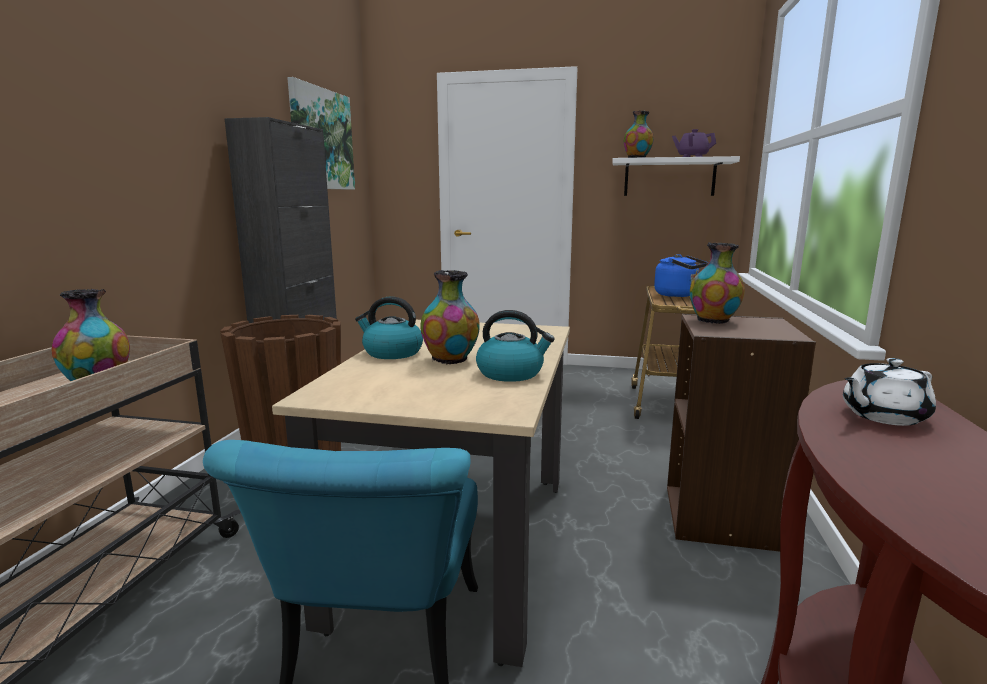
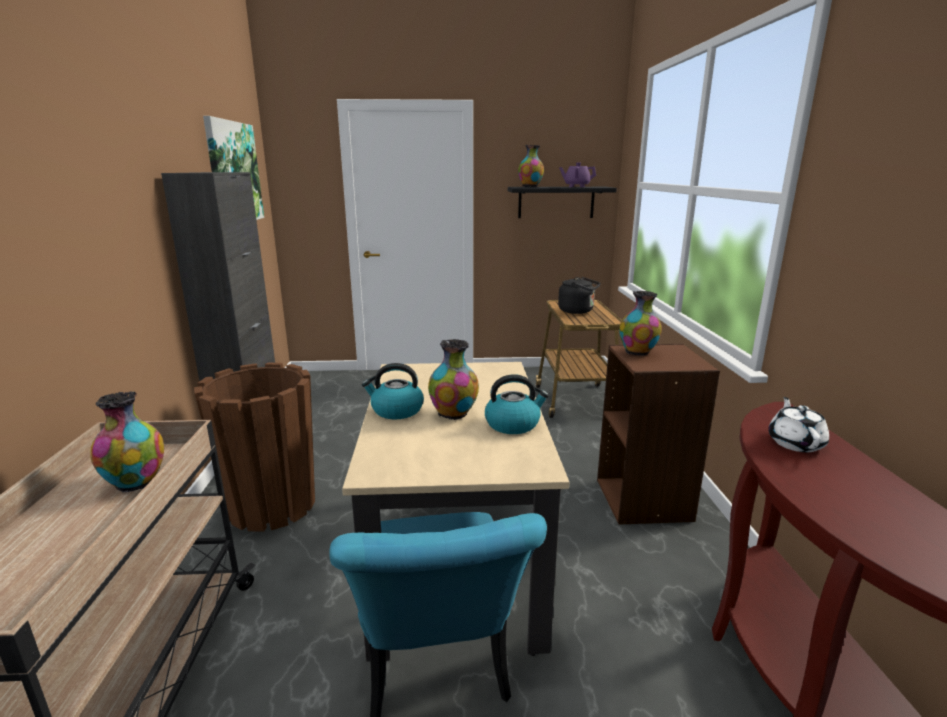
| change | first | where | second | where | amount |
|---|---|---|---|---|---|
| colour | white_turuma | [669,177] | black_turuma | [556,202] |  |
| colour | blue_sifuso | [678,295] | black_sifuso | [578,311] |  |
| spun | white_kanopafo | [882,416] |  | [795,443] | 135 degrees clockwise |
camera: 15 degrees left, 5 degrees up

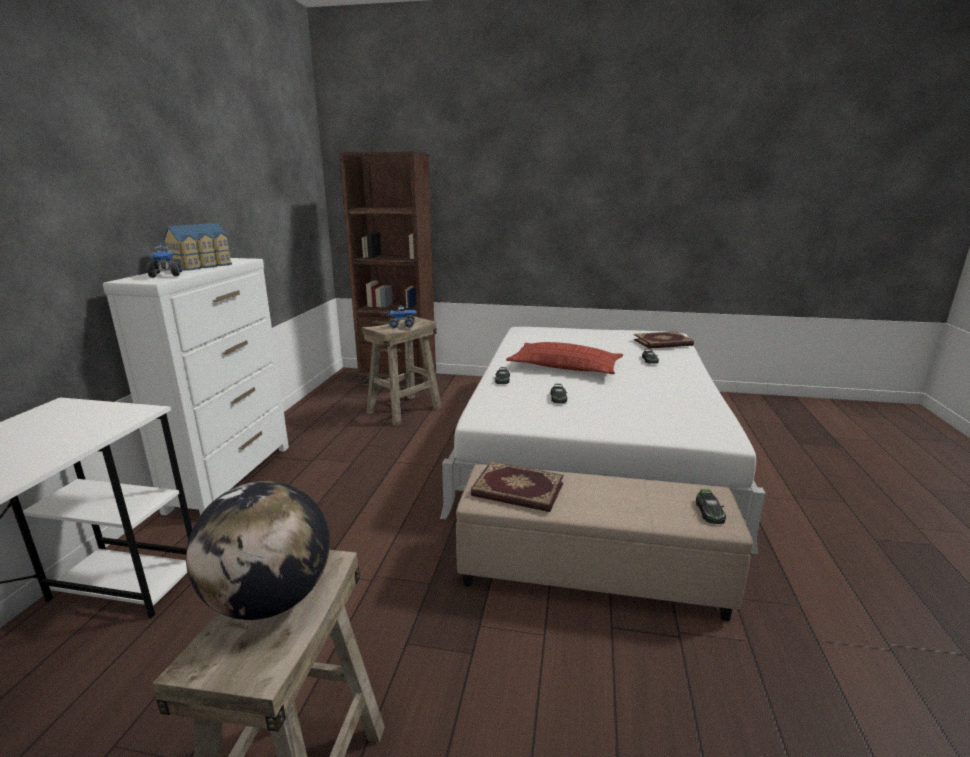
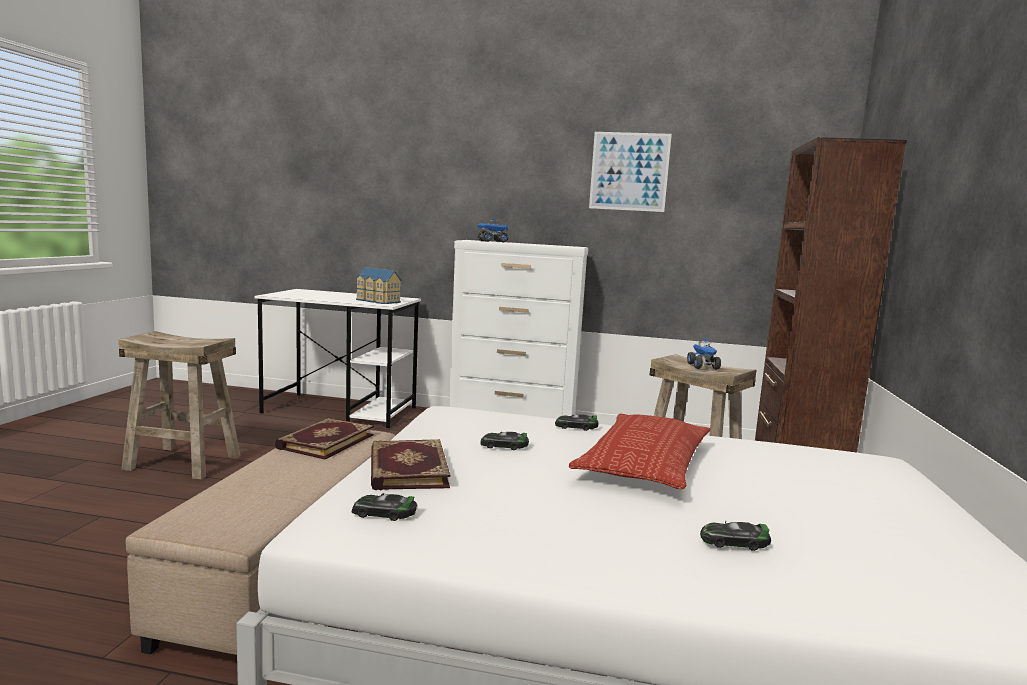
| change | first | where | second | where | amount |
|---|---|---|---|---|---|
| relocated | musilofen | [709,511] |  | [384,513] |  |
| relocated | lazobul | [203,266] |  | [377,301] |  |
| relocated | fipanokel | [663,343] |  | [406,469] |  |
| appeared |  |  | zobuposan | [629,171] |  |
| missing | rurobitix | [270,600] |  |  |  |
camera: 90 degrees right, 10 degrees down

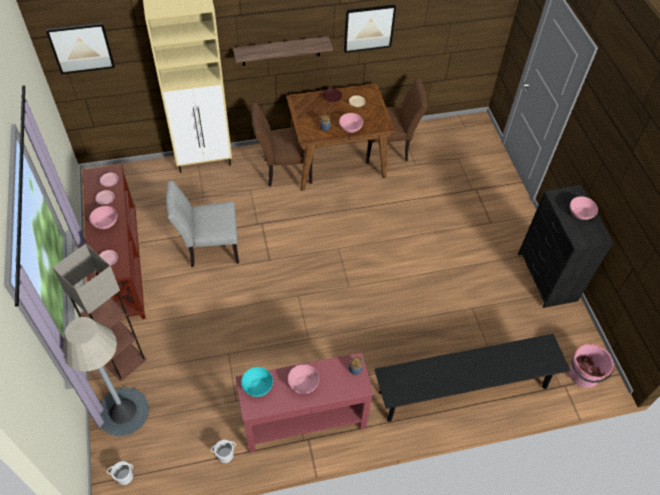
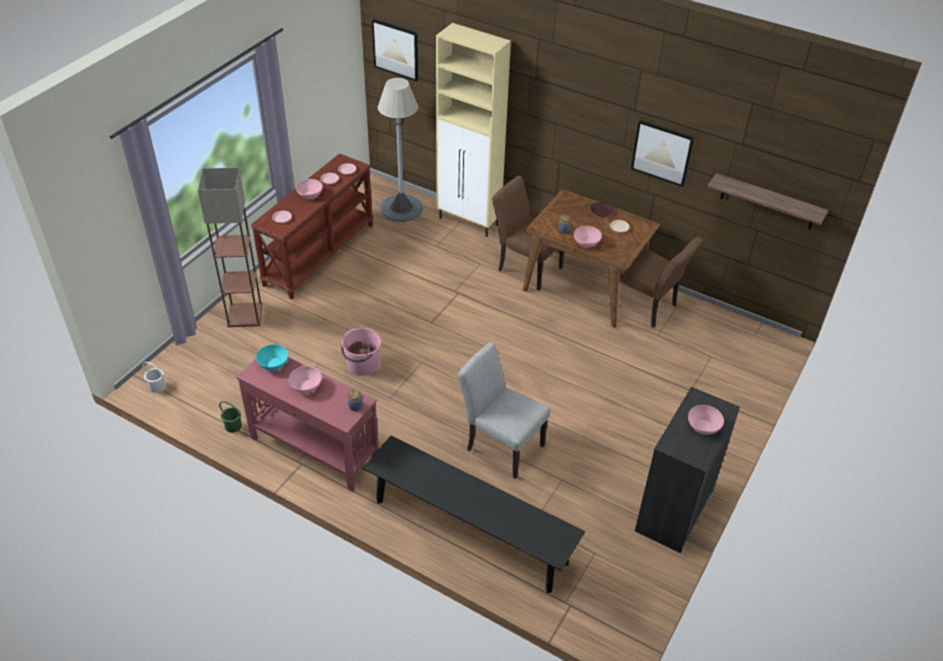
| change | first | where | second | where | amount |
|---|---|---|---|---|---|
| colour | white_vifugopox | [225,454] | green_vifugopox | [233,426] |  |
| relocated | pink_vifugopox | [583,375] |  | [362,365] |  |
| relocated | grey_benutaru | [123,412] |  | [401,208] |  |
| relocated | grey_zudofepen | [209,249] |  | [500,444] |  |
| relocated | turuma | [281,51] |  | [768,202] |  |
camera: 45 degrees right, 10 degrees down

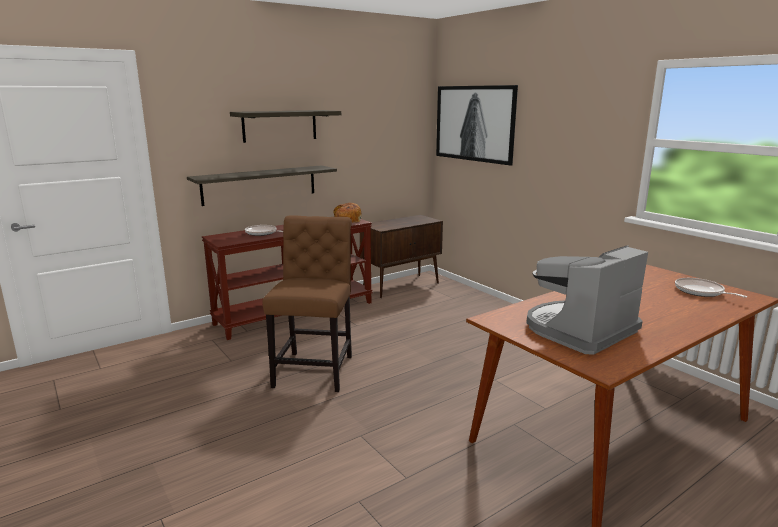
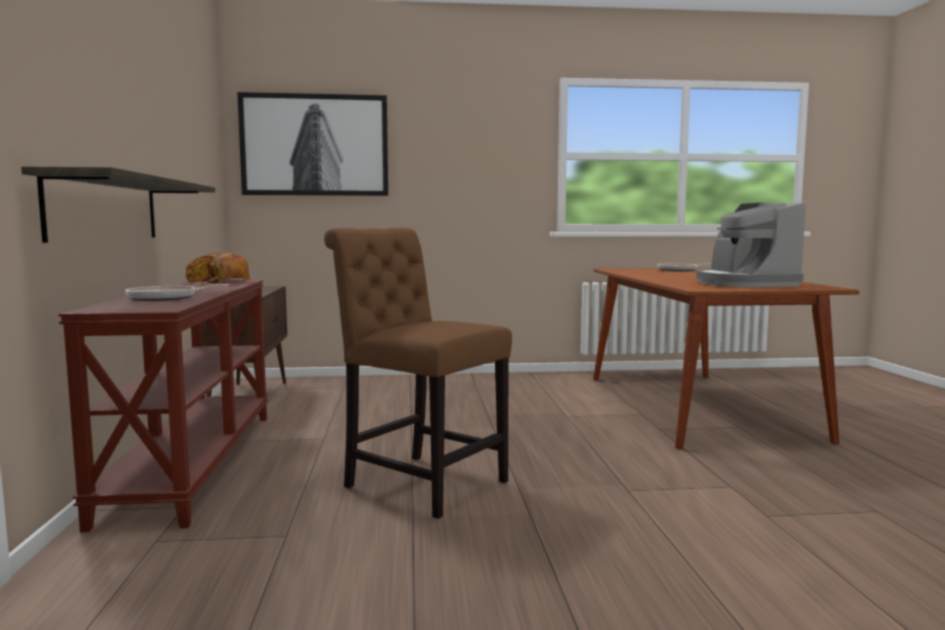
| change | first | where | second | where | amount |
|---|---|---|---|---|---|
| missing | turuma | [280,125] |  |  |  |
camera: 60 degrees left, 10 degrees down

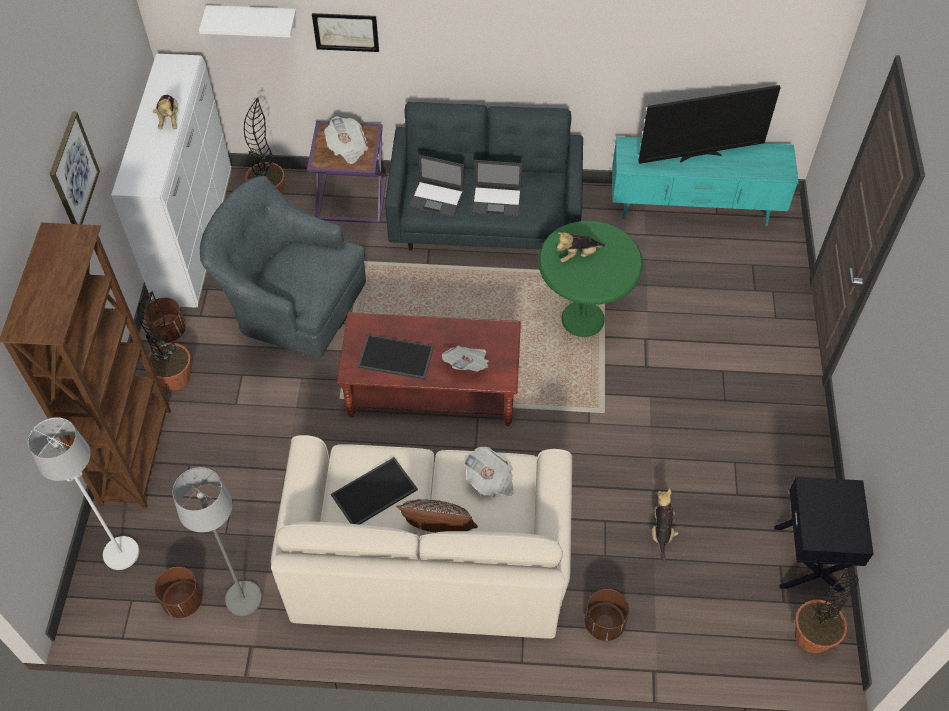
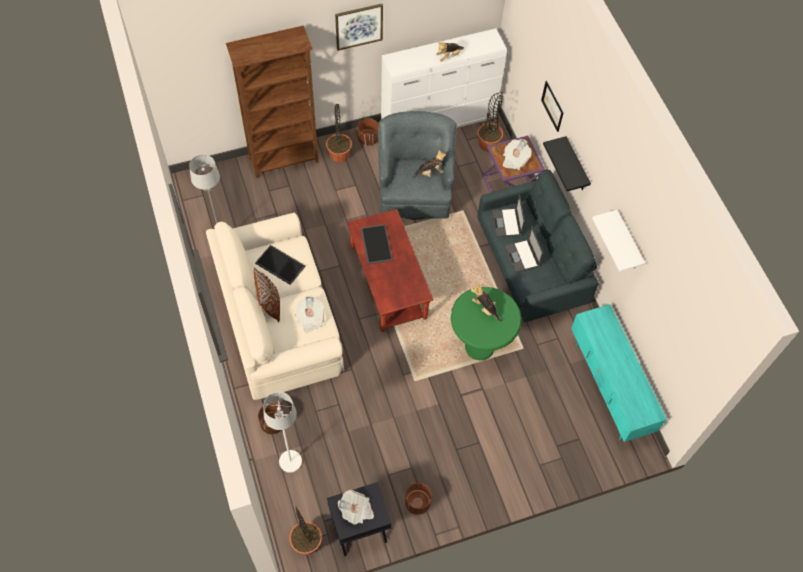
| change | first | where | second | where | amount |
|---|---|---|---|---|---|
| relocated | white_benutaru | [121,554] |  | [290,461] |  |
| relocated | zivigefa | [467,365] |  | [356,510] |  |
| relocated | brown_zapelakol | [183,601] |  | [417,502] |  |
| relocated | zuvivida | [661,531] |  | [430,172] |  |
| appeared |  |  | black_turuma | [576,166] |  |
| relocated | white_turuma | [253,20] |  | [628,242] |  |
| missing | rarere | [699,155] |  |  |  |
camera: 65 degrees right, 5 degrees up

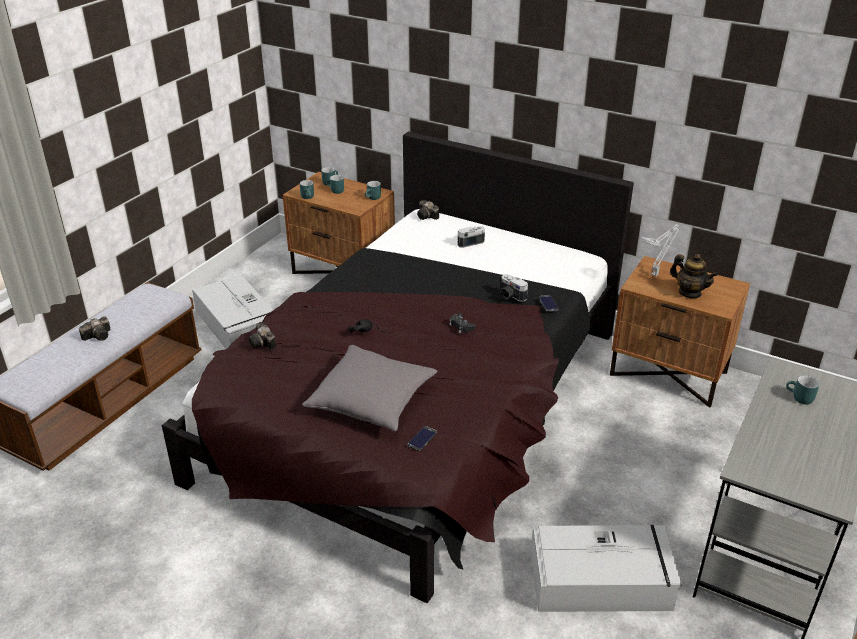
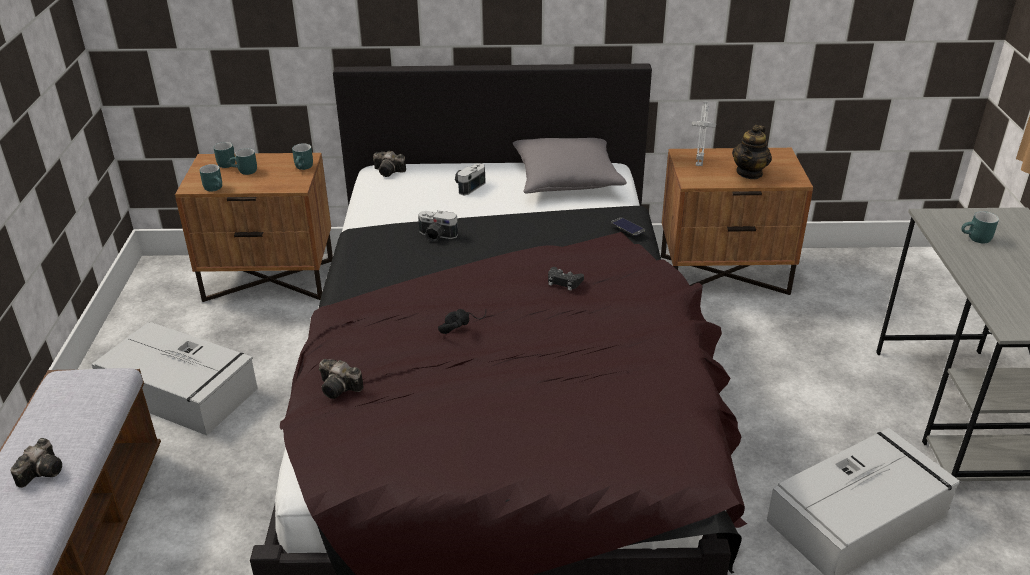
| change | first | where | second | where | amount |
|---|---|---|---|---|---|
| relocated | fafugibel | [510,296] |  | [436,236] |  |
| relocated | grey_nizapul | [372,401] |  | [566,179] |  |
| spun | kanopafo | [689,293] |  | [749,173] | 105 degrees clockwise |
| missing | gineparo | [422,439] |  |  |  |
camera: 30 degrees left, 0 degrees up

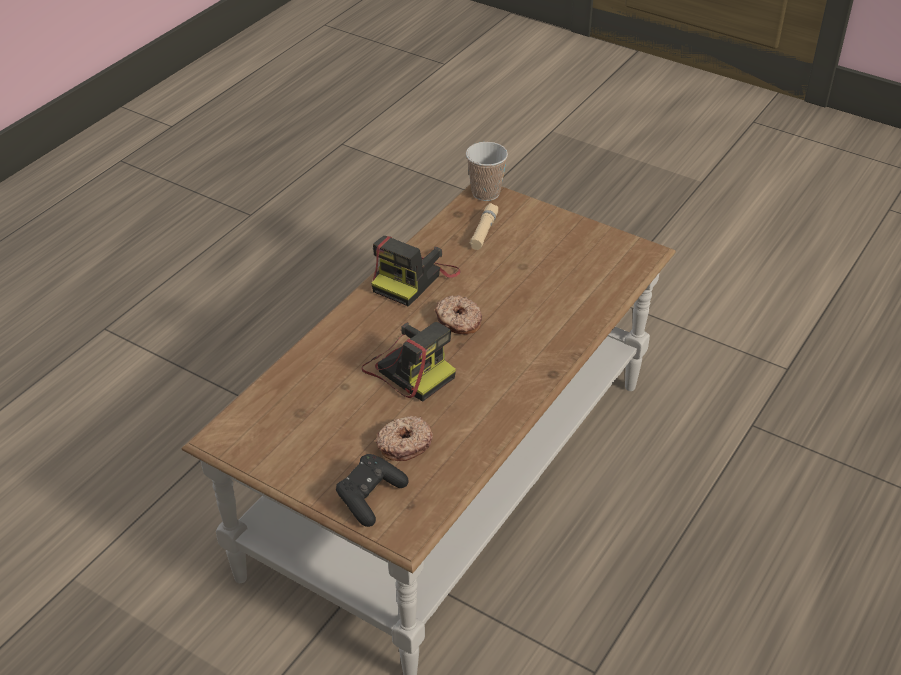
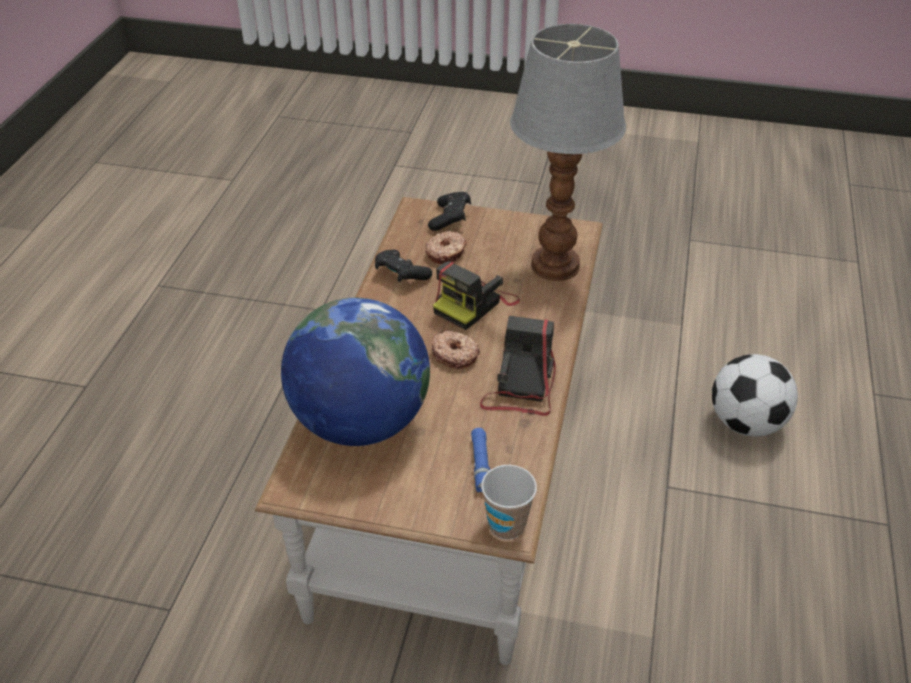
| change | first | where | second | where | amount |
|---|---|---|---|---|---|
| appeared |  |  | rurobitix | [360,422] |  |
| appeared |  |  | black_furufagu | [401,275] |  |
| spun | fafugibel | [408,369] |  | [474,304] | 75 degrees counterclockwise |
| colour | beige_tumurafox | [484,231] | blue_tumurafox | [481,465] |  |
| appeared |  |  | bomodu | [557,265] |  |
| appeared |  |  | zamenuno | [746,423] |  |
camera: 160 degrees right, 0 degrees up

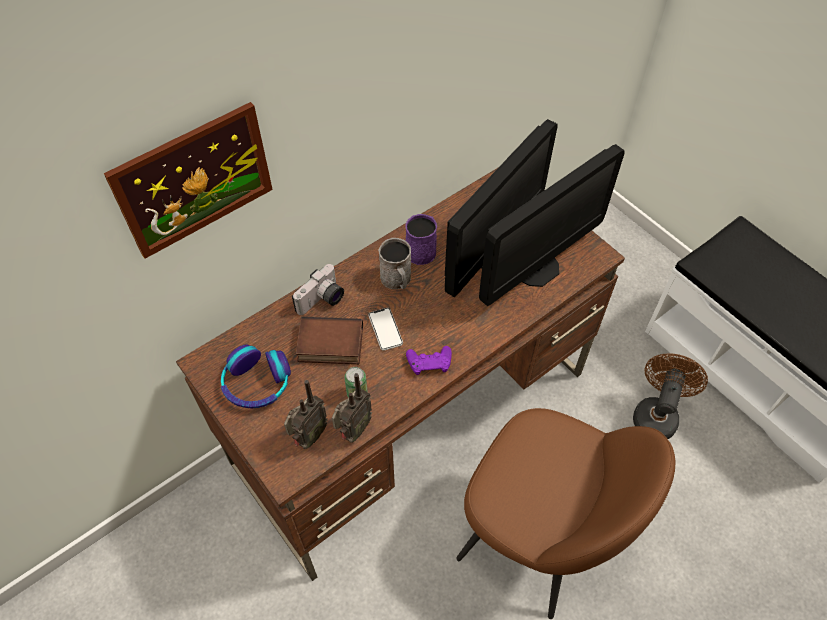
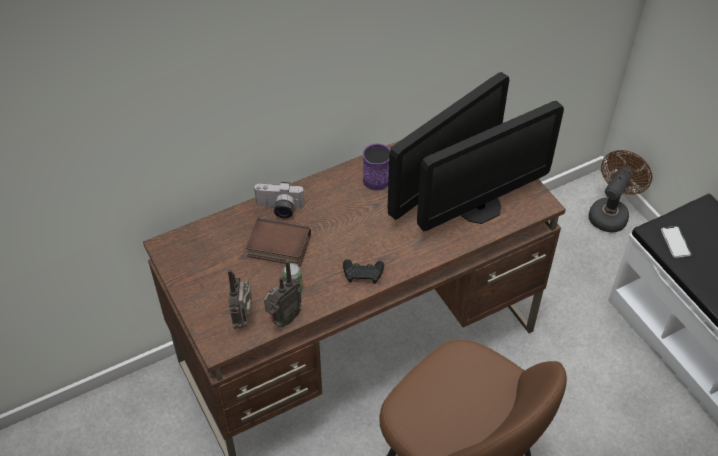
| change | first | where | second | where | amount |
|---|---|---|---|---|---|
| spun | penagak | [308,437] |  | [244,318] | 135 degrees clockwise |
| spun | fafugibel | [322,301] |  | [279,209] | 45 degrees clockwise |
| colour | purple_furufagu | [429,362] | black_furufagu | [363,273] |  |
| relocated | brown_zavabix | [656,413] |  | [610,213] |  |
| relocated | gineparo | [385,329] |  | [675,242] |  |
| missing | zobuposan | [194,180] |  |  |  |
| missing | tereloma | [257,383] |  |  |  |
| missing | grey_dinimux | [397,280] |  |  |  |
camera: 10 degrees right, 5 degrees down

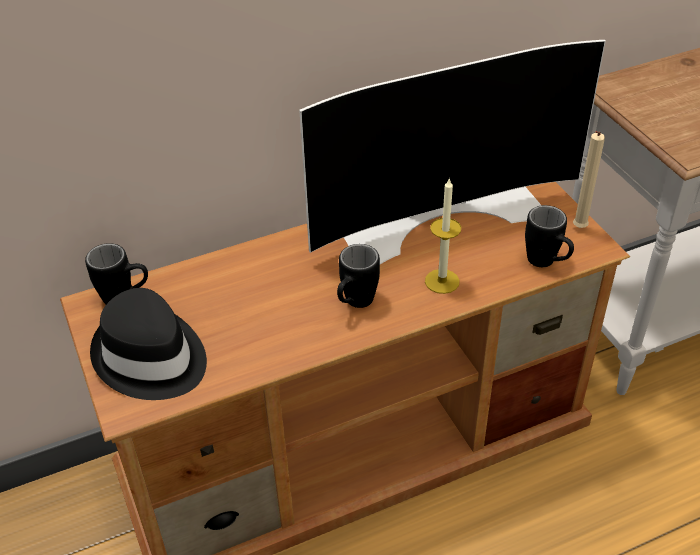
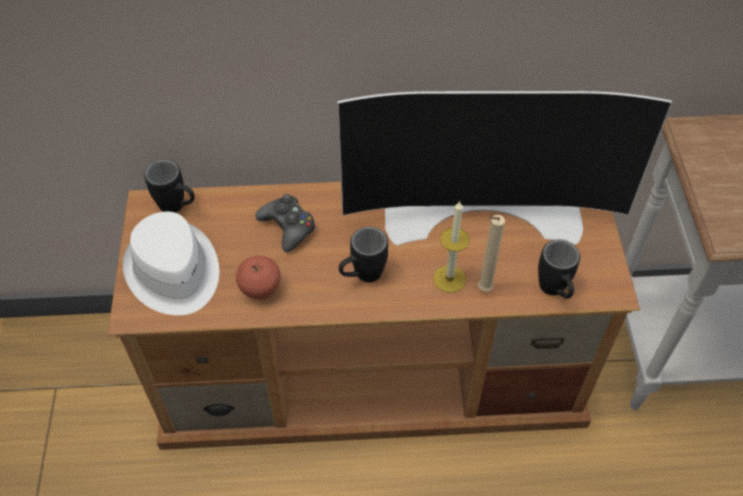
| change | first | where | second | where | amount |
|---|---|---|---|---|---|
| colour | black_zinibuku | [150,358] | white_zinibuku | [173,272] |  |
| appeared |  |  | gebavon | [260,289] |  |
| appeared |  |  | black_furufagu | [288,227] |  |
| relocated | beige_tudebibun | [578,229] |  | [482,290] |  |
camera: 20 degrees right, 10 degrees up

